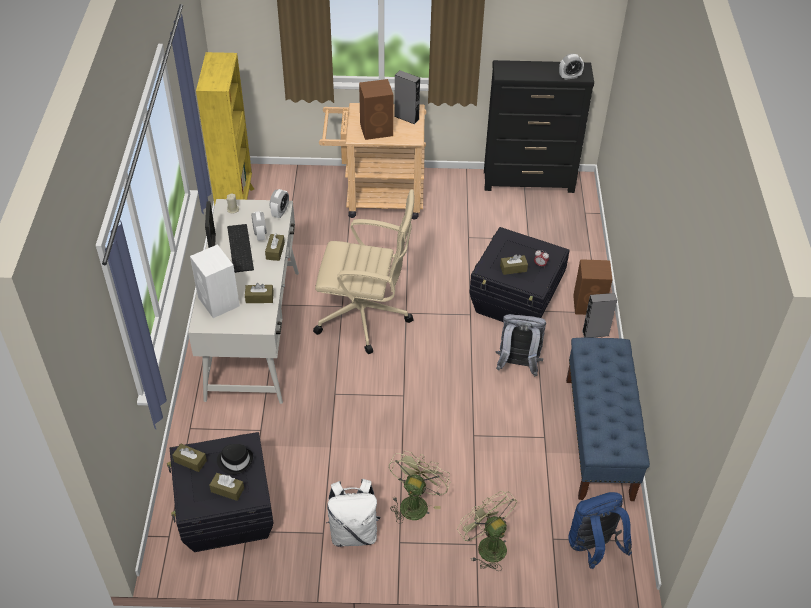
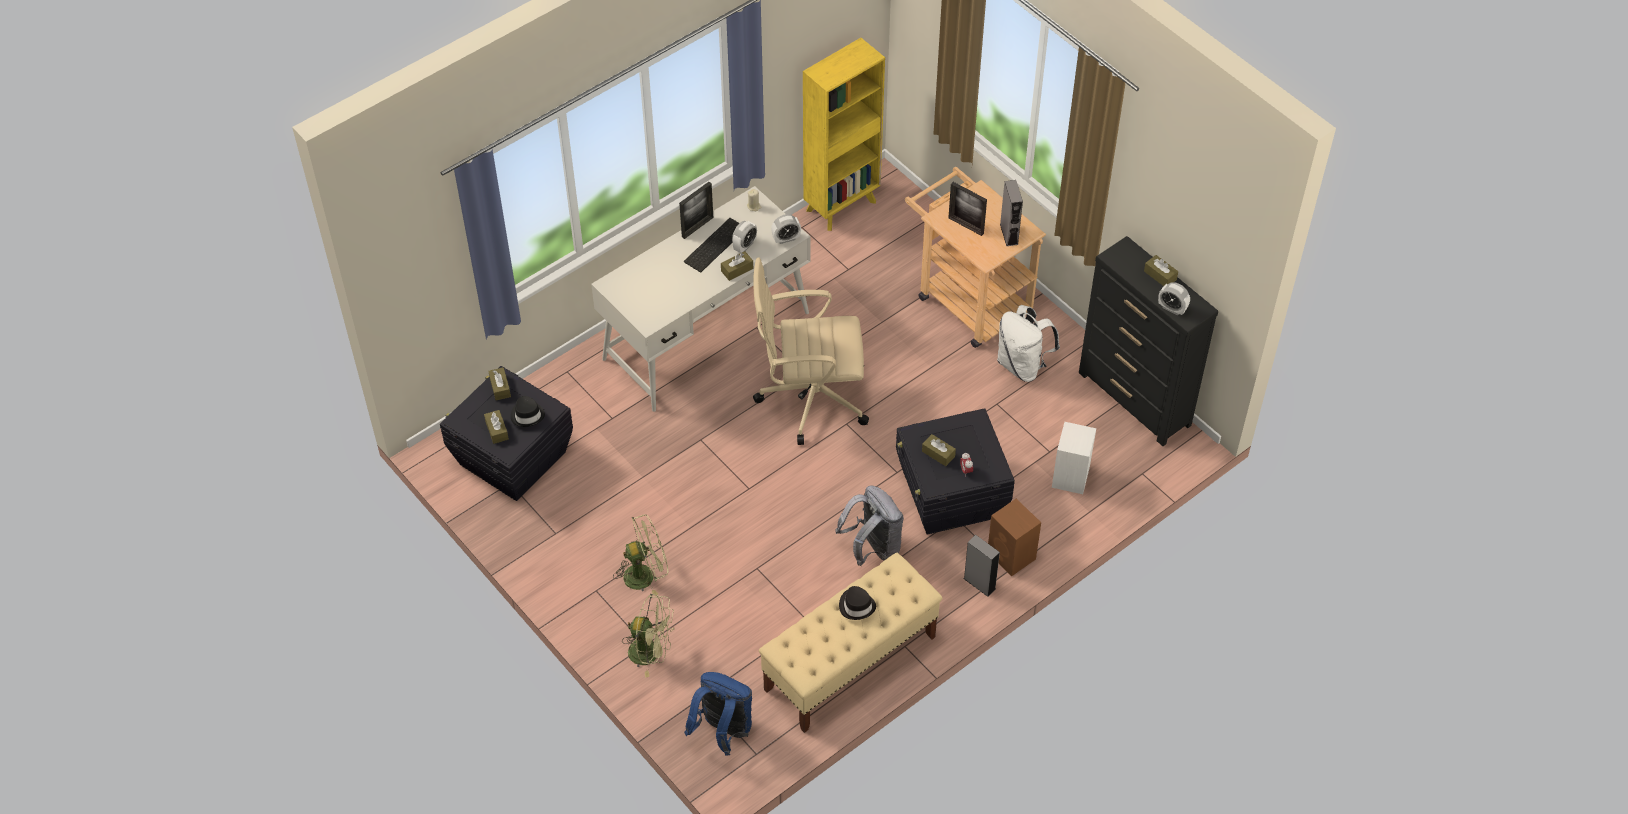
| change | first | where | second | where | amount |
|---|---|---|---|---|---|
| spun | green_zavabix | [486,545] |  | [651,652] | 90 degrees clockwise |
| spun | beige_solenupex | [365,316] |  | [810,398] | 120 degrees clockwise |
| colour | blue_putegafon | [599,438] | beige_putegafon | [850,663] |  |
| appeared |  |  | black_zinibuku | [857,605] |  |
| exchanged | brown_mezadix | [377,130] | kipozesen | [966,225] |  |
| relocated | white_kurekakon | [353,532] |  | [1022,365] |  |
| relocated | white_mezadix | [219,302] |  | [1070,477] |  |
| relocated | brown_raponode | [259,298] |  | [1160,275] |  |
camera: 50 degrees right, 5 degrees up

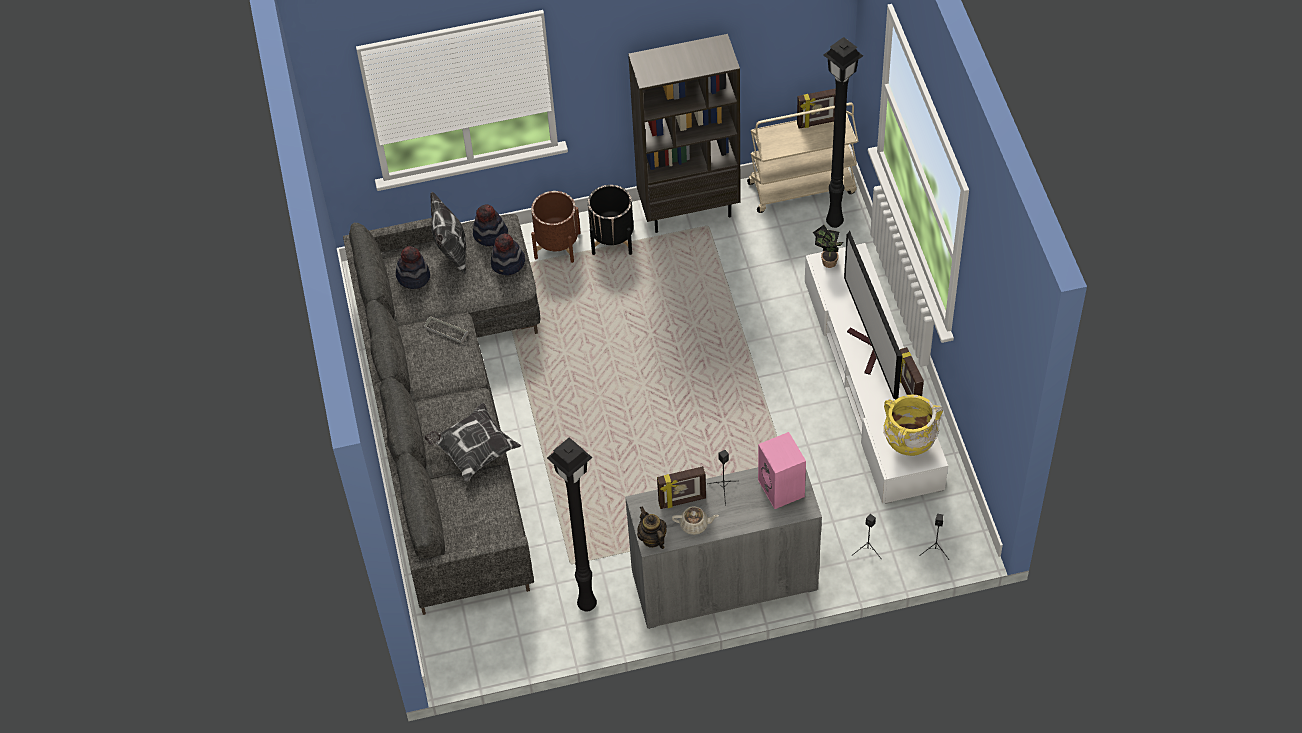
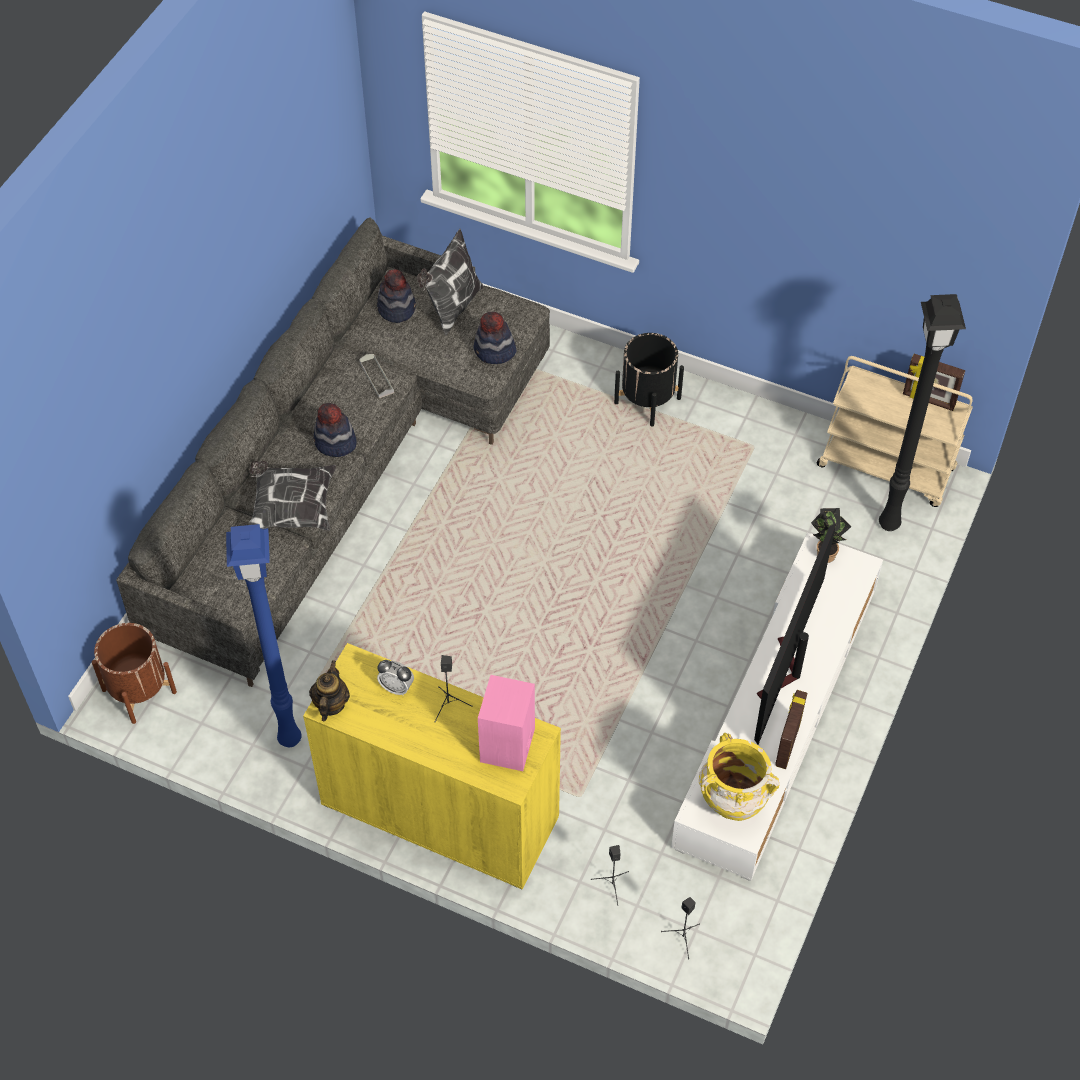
| change | first | where | second | where | amount |
|---|---|---|---|---|---|
| relocated | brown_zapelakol | [557,245] |  | [139,691] |  |
| colour | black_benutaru | [588,604] | blue_benutaru | [291,740] |  |
| colour | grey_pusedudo | [724,580] | yellow_pusedudo | [440,811] |  |
| relocated | zinibuku | [490,235] |  | [335,442] |  |
| exchanged | kipozesen | [682,501] | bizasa | [396,687] |  |
| missing | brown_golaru | [689,209] |  |  |  |
| missing | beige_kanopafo | [695,524] |  |  |  |
camera: 35 degrees right, 0 degrees up

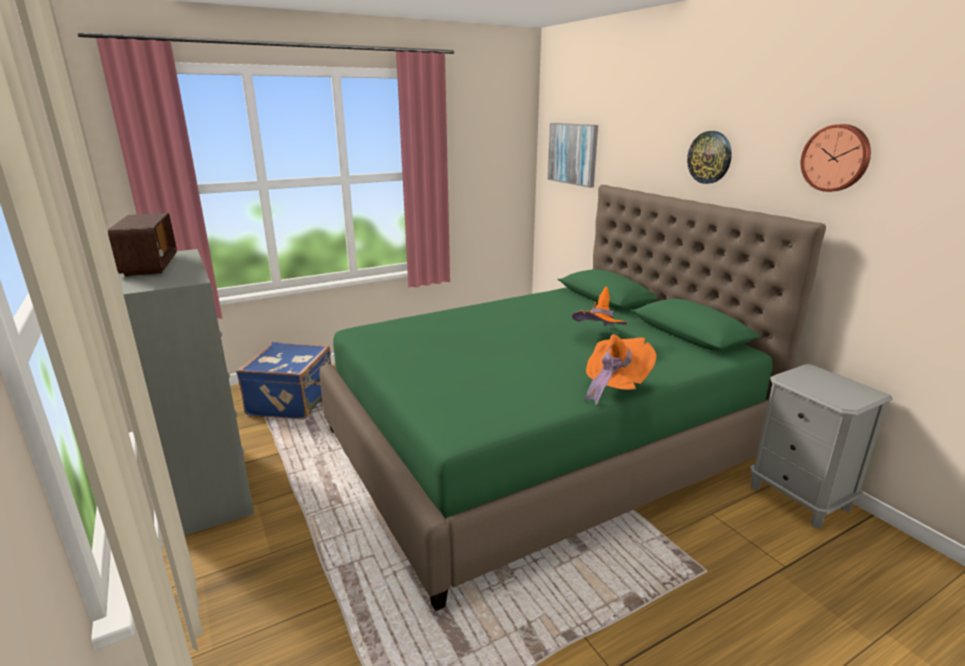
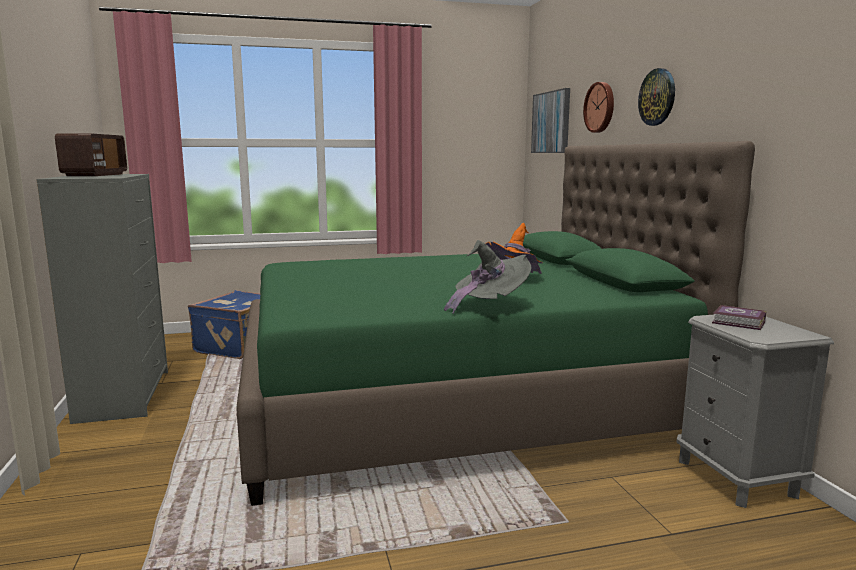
| change | first | where | second | where | amount |
|---|---|---|---|---|---|
| colour | orange_zinibuku | [614,386] | grey_zinibuku | [488,305] |  |
| relocated | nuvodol | [836,158] |  | [600,107] |  |
| appeared |  |  | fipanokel | [739,323] |  |
camera: 15 degrees right, 10 degrees down

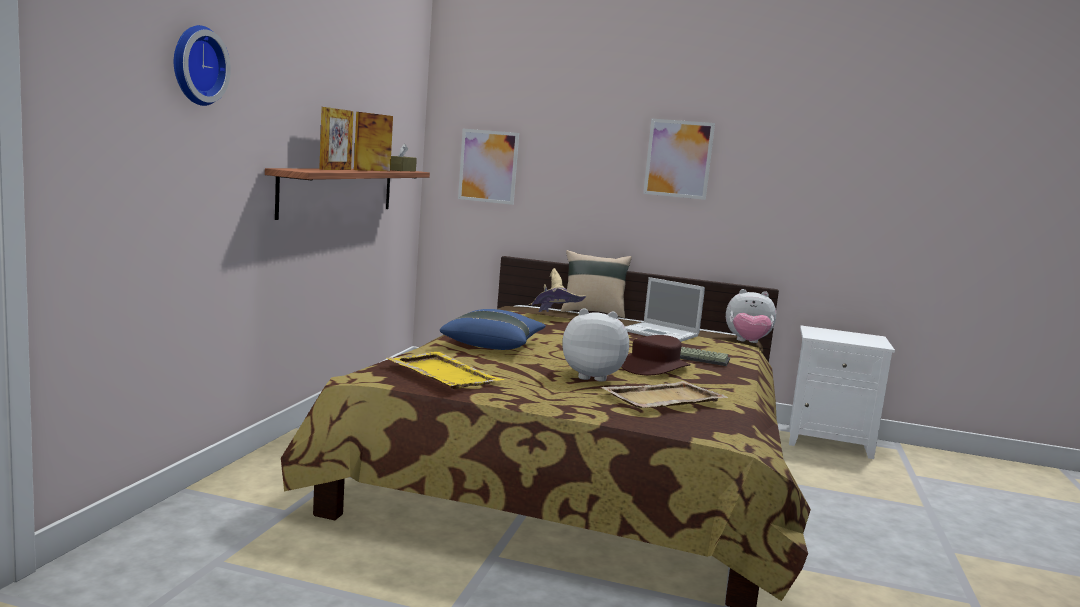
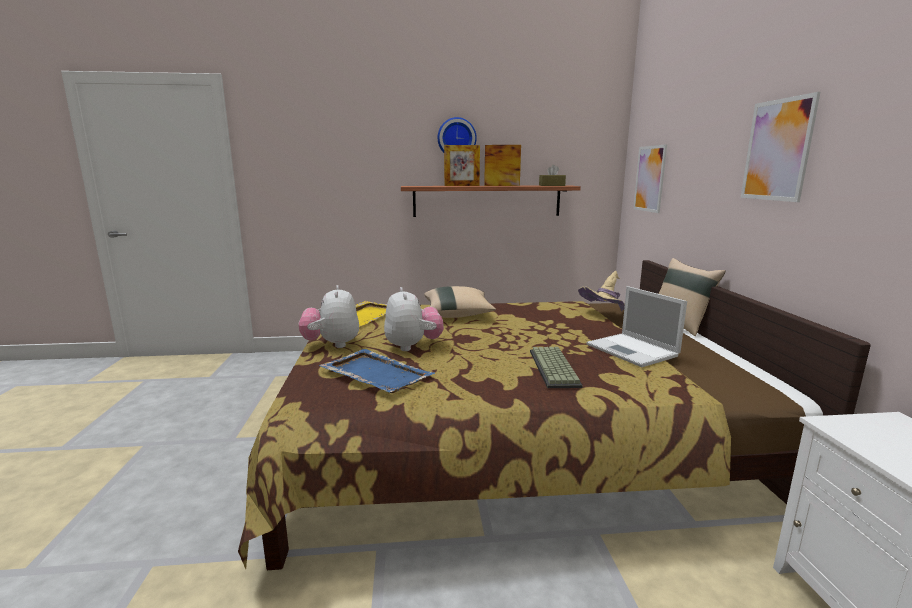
| change | first | where | second | where | amount |
|---|---|---|---|---|---|
| relocated | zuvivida | [747,343] |  | [332,344] |  |
| colour | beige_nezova | [662,399] | blue_nezova | [375,373] |  |
| colour | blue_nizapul | [493,345] | beige_nizapul | [458,314] |  |
| relocated | nuvodol | [195,65] |  | [456,138] |  |
| spun | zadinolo | [661,333] |  | [633,350] | 45 degrees counterclockwise |
| missing | brown_zinibuku | [654,367] |  |  |  |
camera: 70 degrees right, 5 degrees up

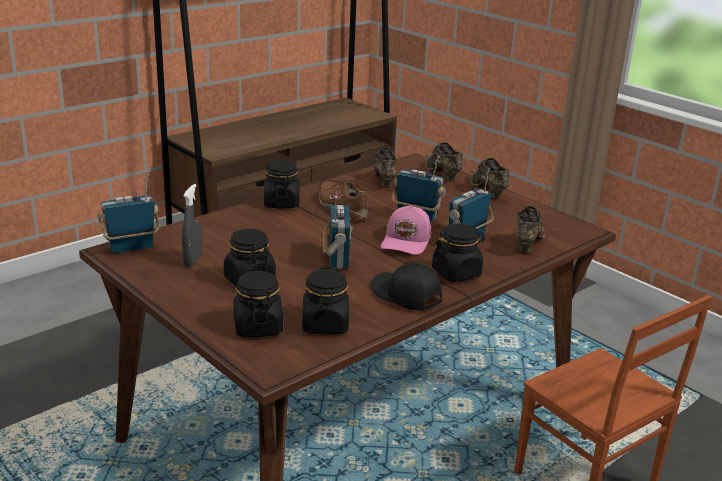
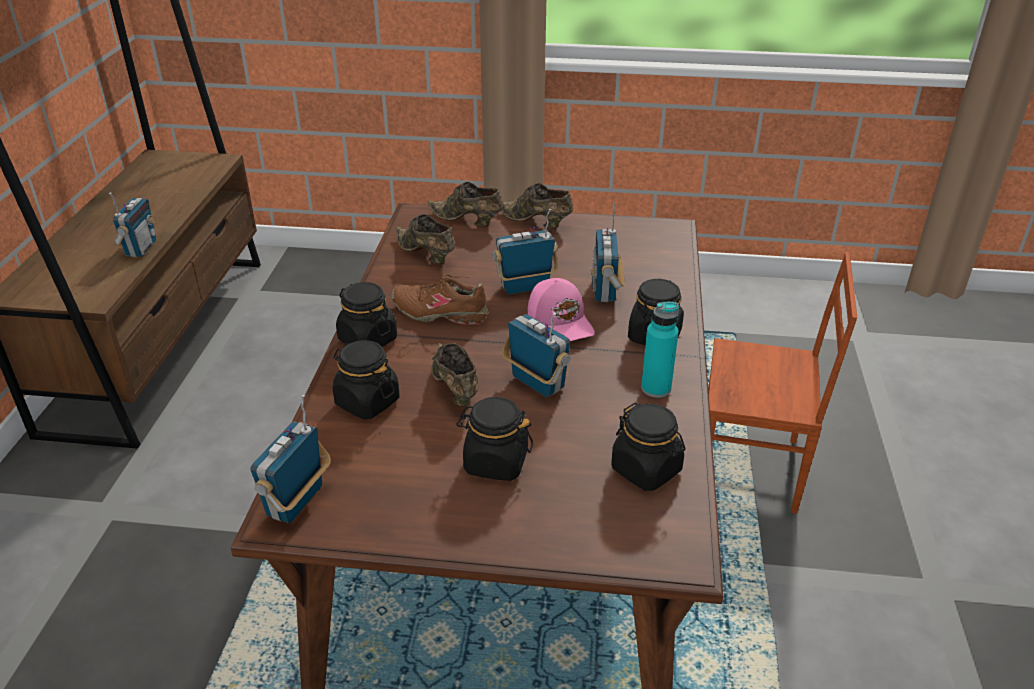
| change | first | where | second | where | amount |
|---|---|---|---|---|---|
| appeared |  |  | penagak | [140,249] |  |
| relocated | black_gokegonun | [257,327] |  | [367,402] |  |
| relocated | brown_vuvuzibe | [527,244] |  | [454,389] |  |
| exchanged | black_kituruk | [405,296] | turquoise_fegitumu | [656,388] |  |
| missing | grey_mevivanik | [193,260] |  |  |  |
camera: 40 degrees left, 10 degrees up

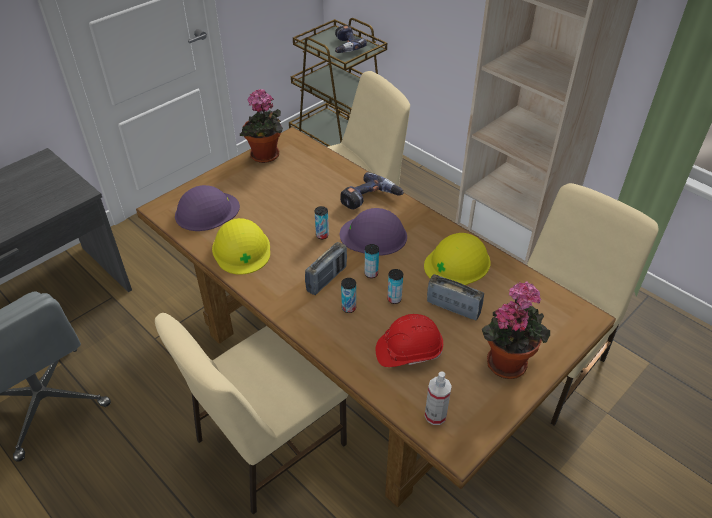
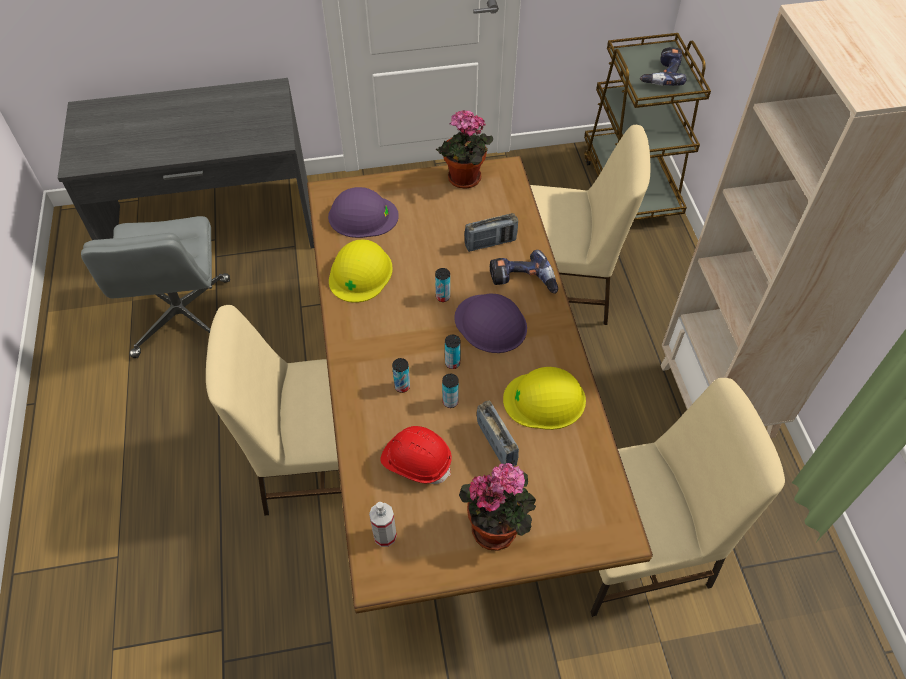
| change | first | where | second | where | amount |
|---|---|---|---|---|---|
| relocated | penagak | [327,279] |  | [490,243] |  |
camera: 35 degrees right, 10 degrees up

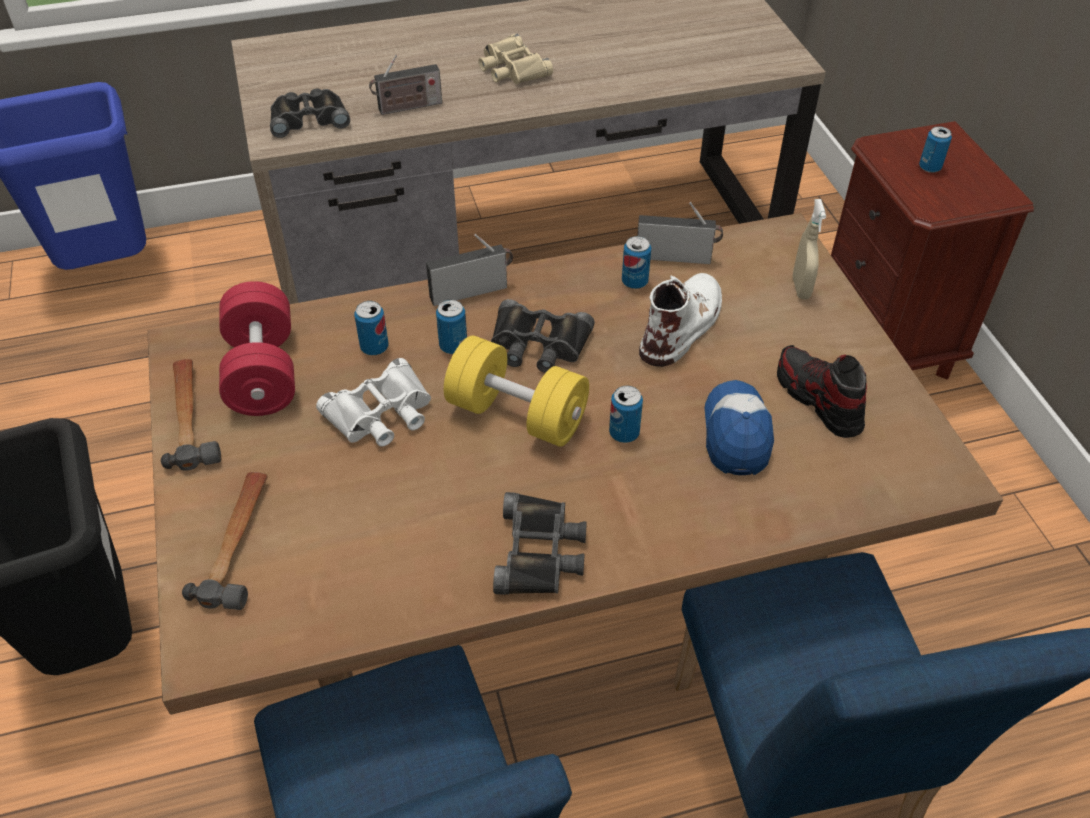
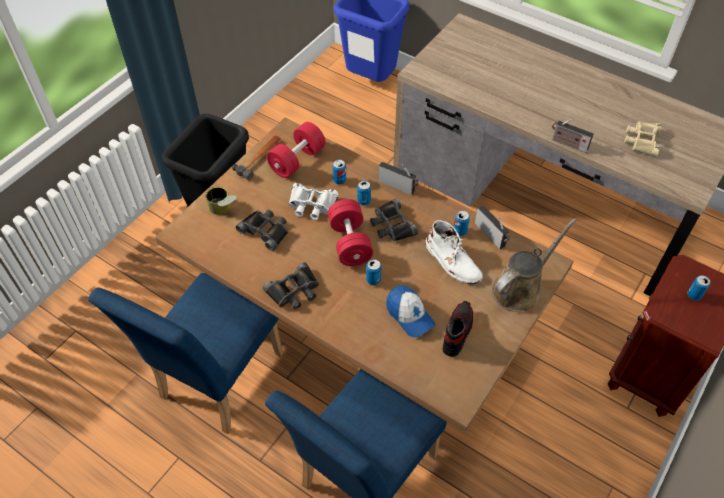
| change | first | where | second | where | amount |
|---|---|---|---|---|---|
| exchanged | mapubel | [238,543] | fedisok | [223,210] |  |
| relocated | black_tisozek | [308,118] |  | [265,230] |  |
| colour | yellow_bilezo | [517,414] | red_bilezo | [350,242] |  |
| spun | kituruk | [736,434] |  | [409,315] | 90 degrees clockwise |
| spun | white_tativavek | [682,323] |  | [453,262] | 60 degrees clockwise |
| exchanged | beige_mevivanik | [801,288] | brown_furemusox | [520,289] |  |
| relocated | penagak | [407,107] |  | [568,144] |  |
| relocated | beige_tisozek | [512,68] |  | [641,140] |  |
camera: 50 degrees right, 5 degrees up

